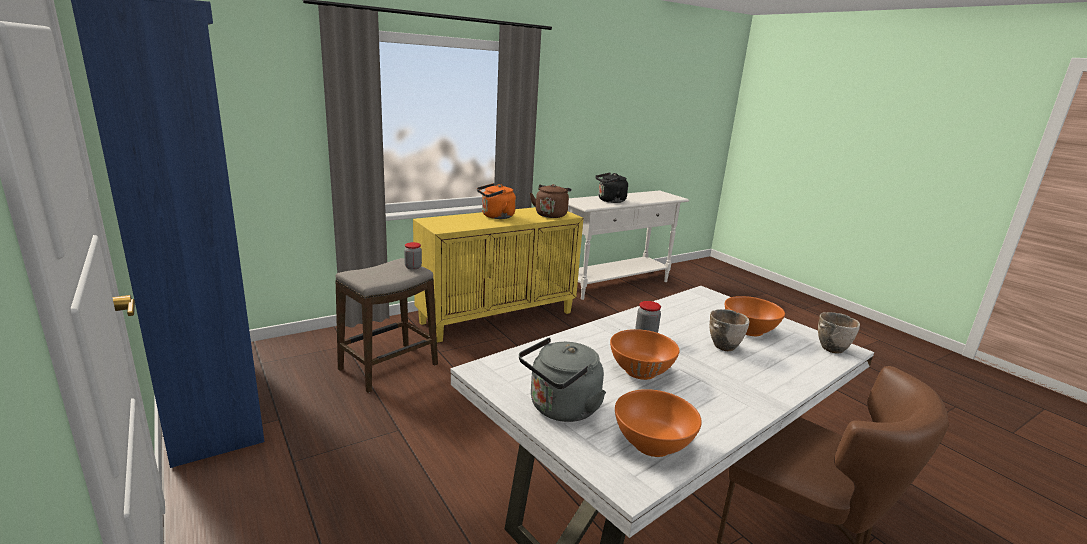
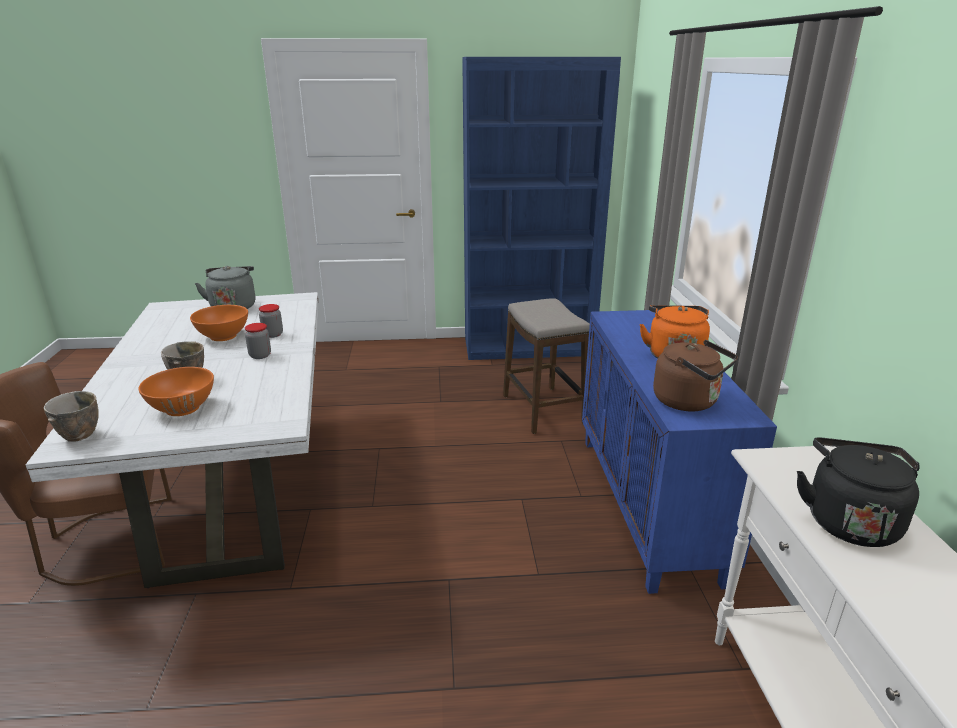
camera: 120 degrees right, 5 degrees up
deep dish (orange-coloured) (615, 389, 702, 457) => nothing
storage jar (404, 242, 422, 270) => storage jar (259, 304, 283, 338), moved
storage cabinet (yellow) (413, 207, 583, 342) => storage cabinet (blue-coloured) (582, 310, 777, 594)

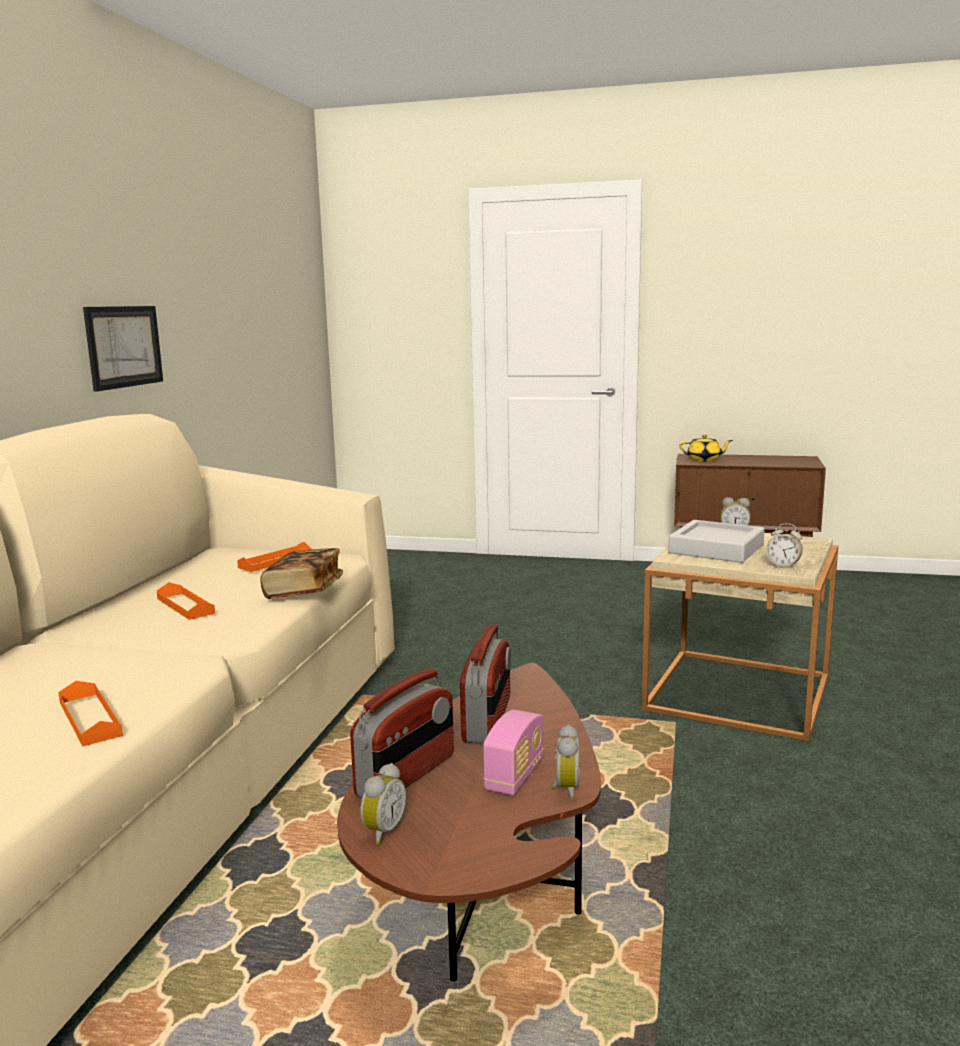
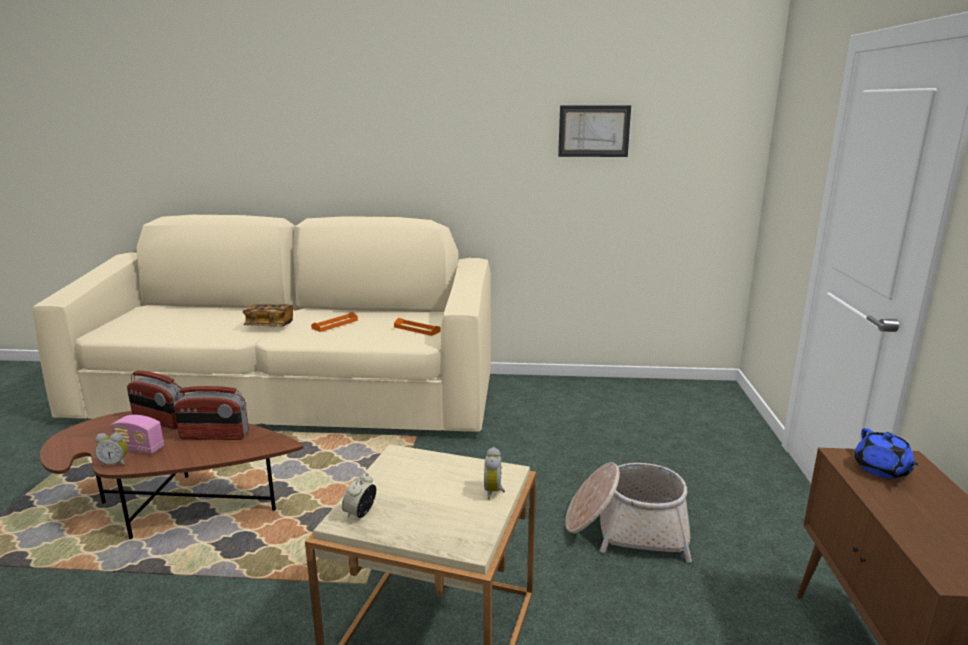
camera: 80 degrees right, 5 degrees up
carrying tray (orange-coloured) (58, 681, 123, 747) => nothing
table clock (360, 763, 406, 845) => nothing
carrying tray (grey) (668, 520, 765, 563) => nothing
nothing => household basket (565, 462, 692, 563)
picture (83, 306, 163, 392) => picture (558, 105, 631, 157), moved
bound book (260, 548, 343, 599) => bound book (243, 305, 293, 327), moved
tea pot (yellow) (680, 435, 733, 461) => tea pot (blue-coloured) (854, 428, 918, 479)

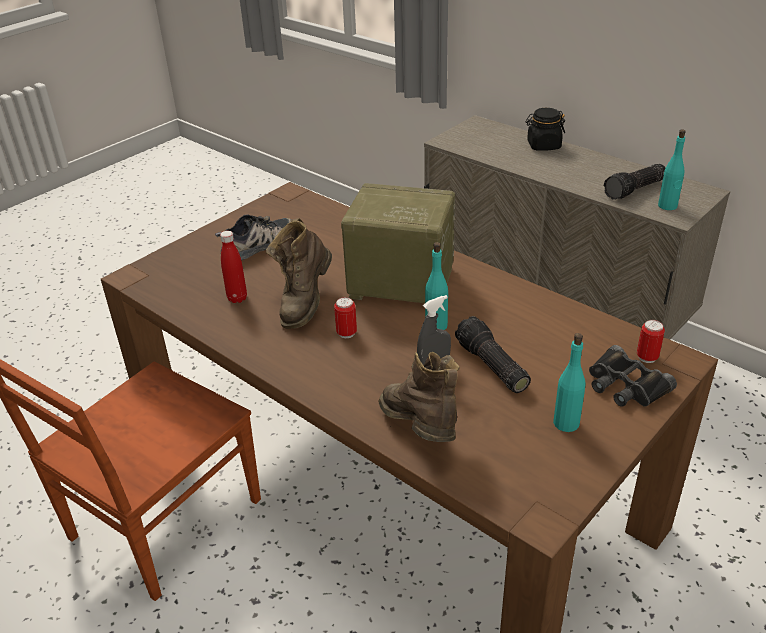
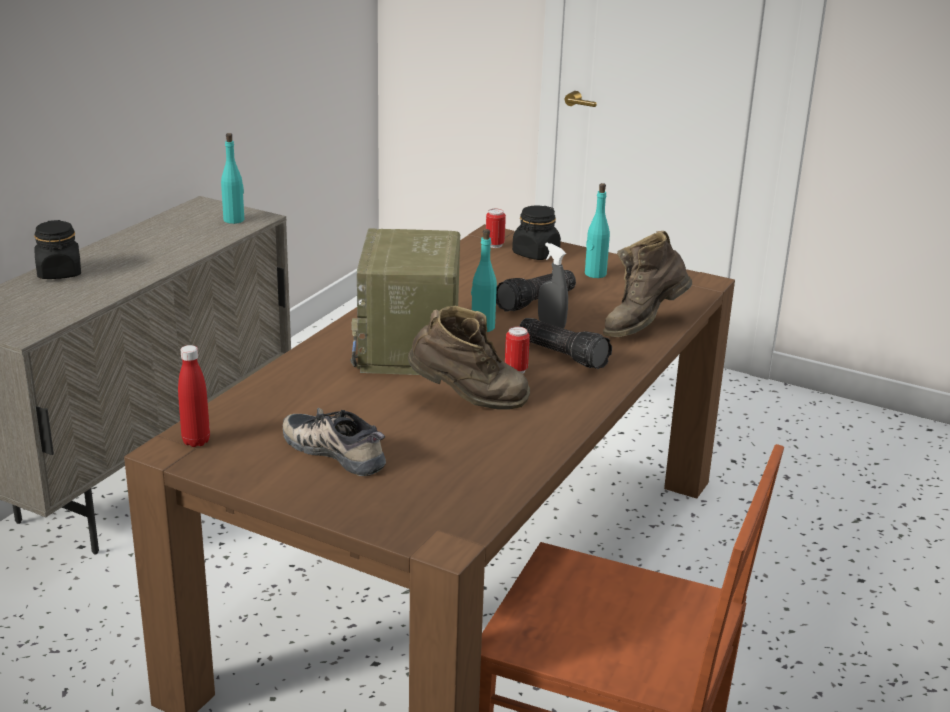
camera: 105 degrees left, 10 degrees down
drink bottle (red-coloured) (220, 231, 247, 303) => drink bottle (red-coloured) (178, 345, 210, 447), moved
torch (604, 164, 665, 200) => torch (519, 318, 612, 369), moved
field glasses (blackish) (589, 345, 677, 407) => storage jar (blackish) (512, 205, 561, 260)

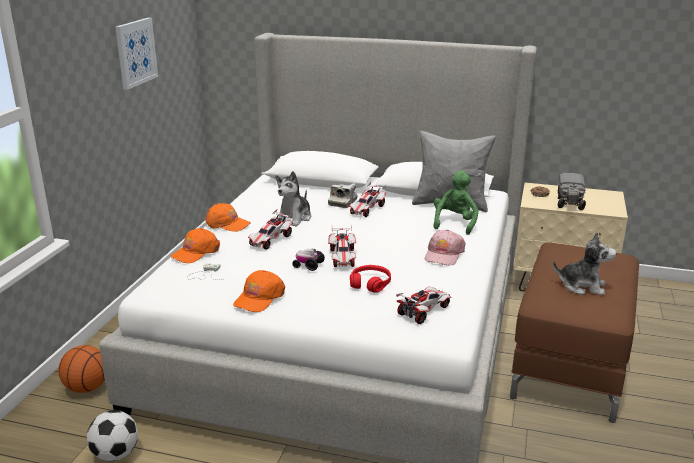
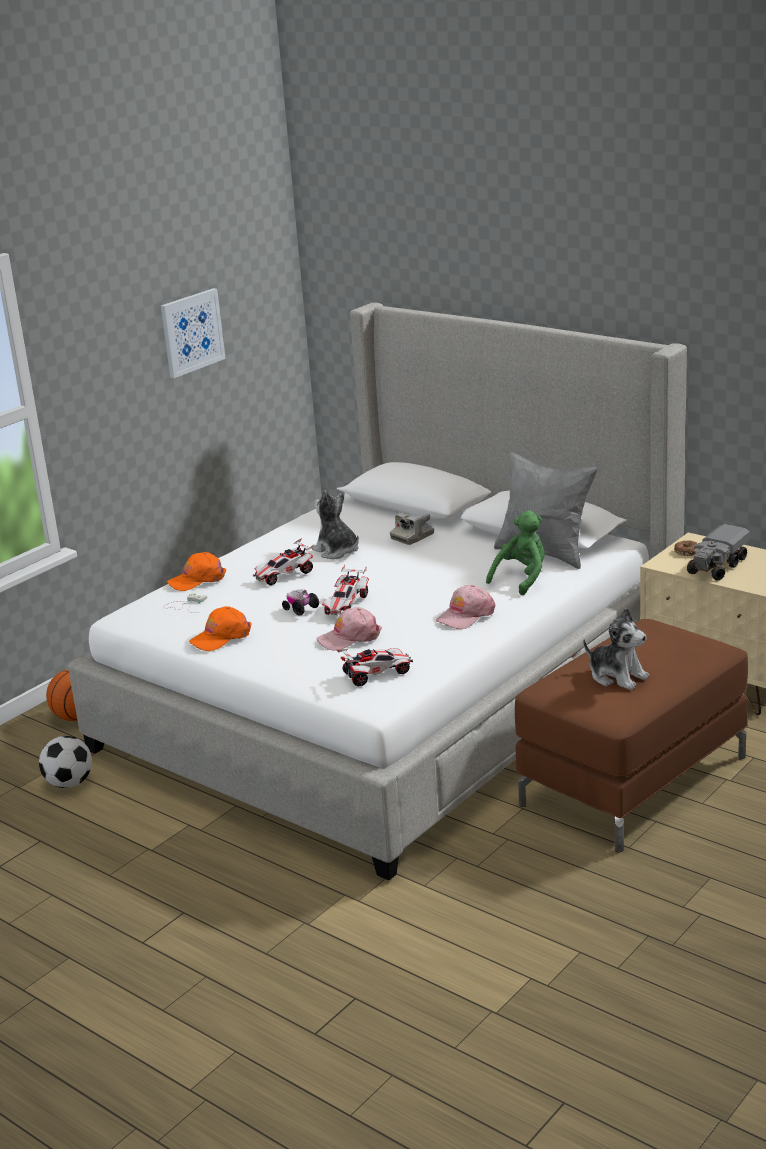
camera: 25 degrees right, 0 degrees up
peaked cap (orange-coloured) (204, 203, 251, 232) => nothing
model car (349, 182, 386, 217) => nothing
headset (red-coloured) (350, 265, 391, 293) => peaked cap (pink) (316, 607, 382, 651)
plush toy (276, 171, 311, 226) => plush toy (312, 490, 359, 559), 90 degrees clockwise

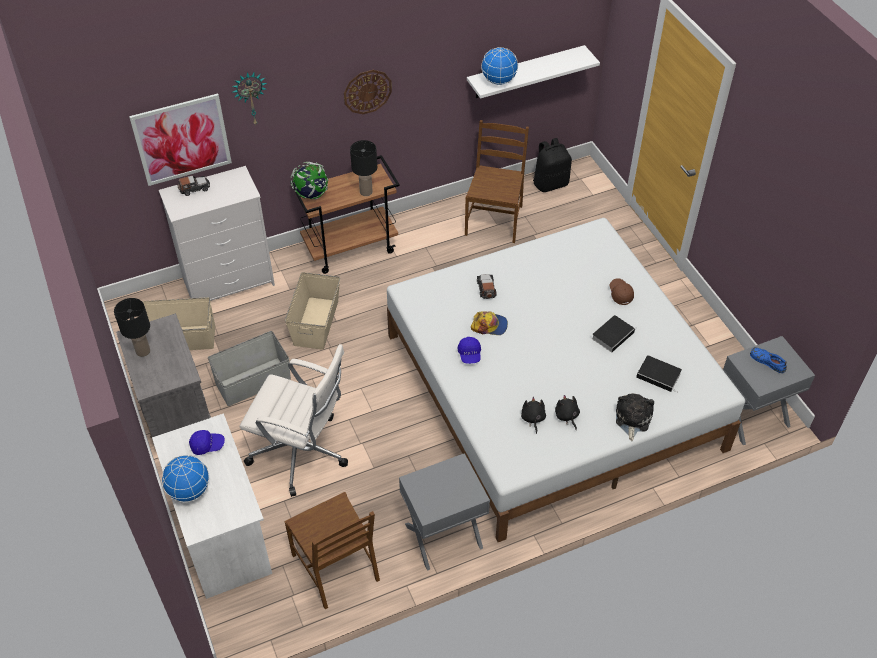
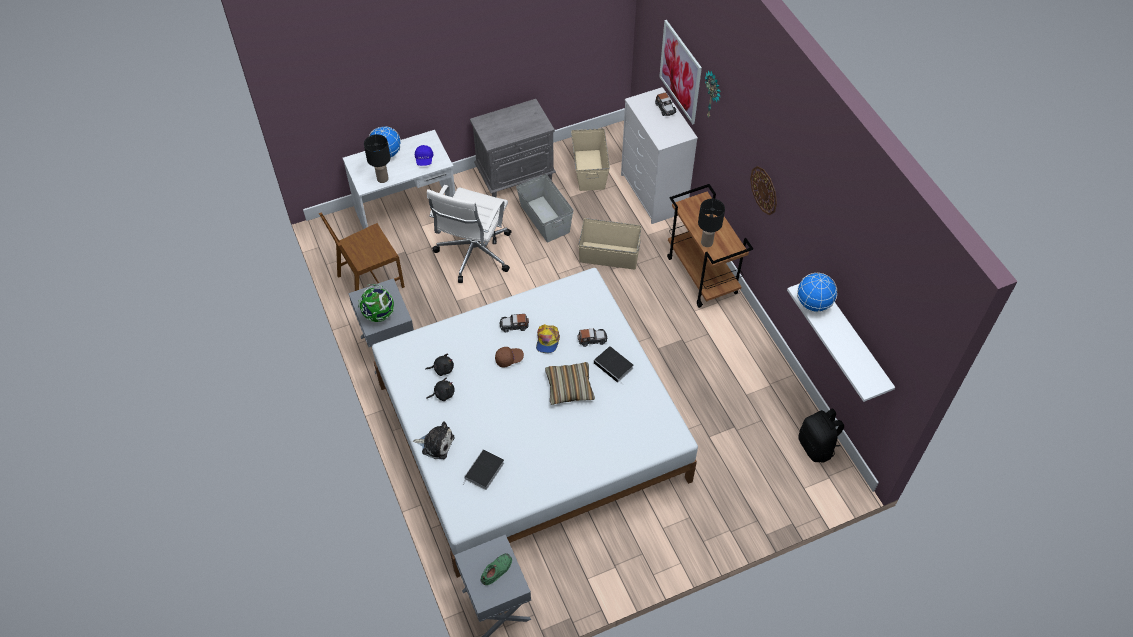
camera: 90 degrees right, 5 degrees up
chair (brown) (465, 120, 529, 243) => nothing
nothing => throw pillow (545, 362, 595, 405)
tabletop lamp (blackish) (114, 298, 150, 357) => tabletop lamp (blackish) (364, 134, 391, 183), moved
globe (291, 162, 329, 200) => globe (358, 284, 394, 322), moved
bound book (592, 315, 637, 353) => bound book (594, 346, 634, 386), moved
peaked cap (brown) (610, 278, 634, 305) => peaked cap (brown) (495, 347, 524, 367), moved
peaked cap (blue-coloured) (457, 337, 481, 364) => model car (500, 314, 529, 332)
item of footwear (blue-coloured) (750, 347, 787, 373) => item of footwear (green) (480, 553, 512, 585)

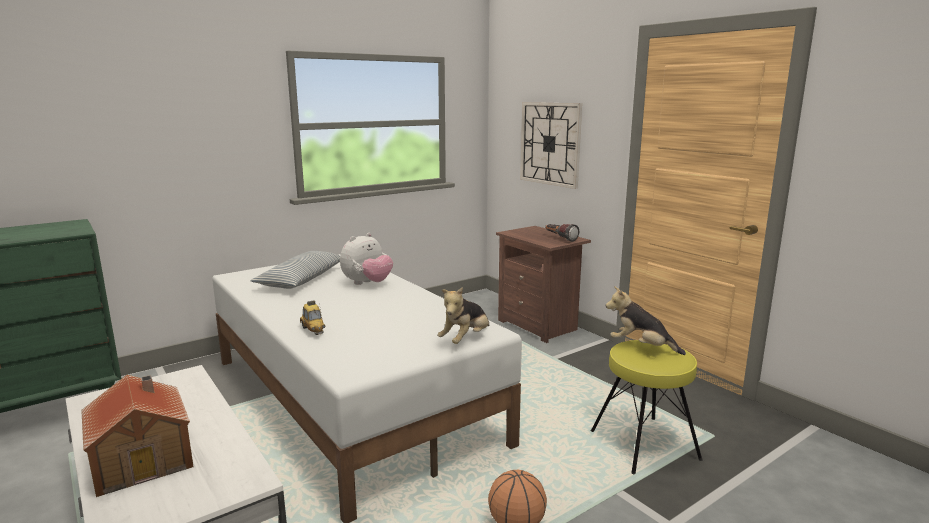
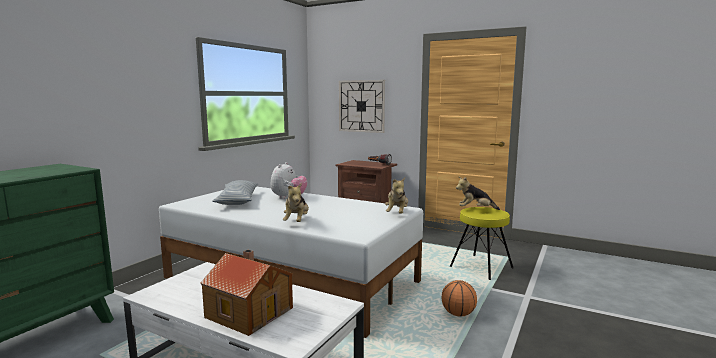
camera: 25 degrees left, 5 degrees down
model car (300, 301, 325, 335) => plush toy (283, 183, 309, 222)

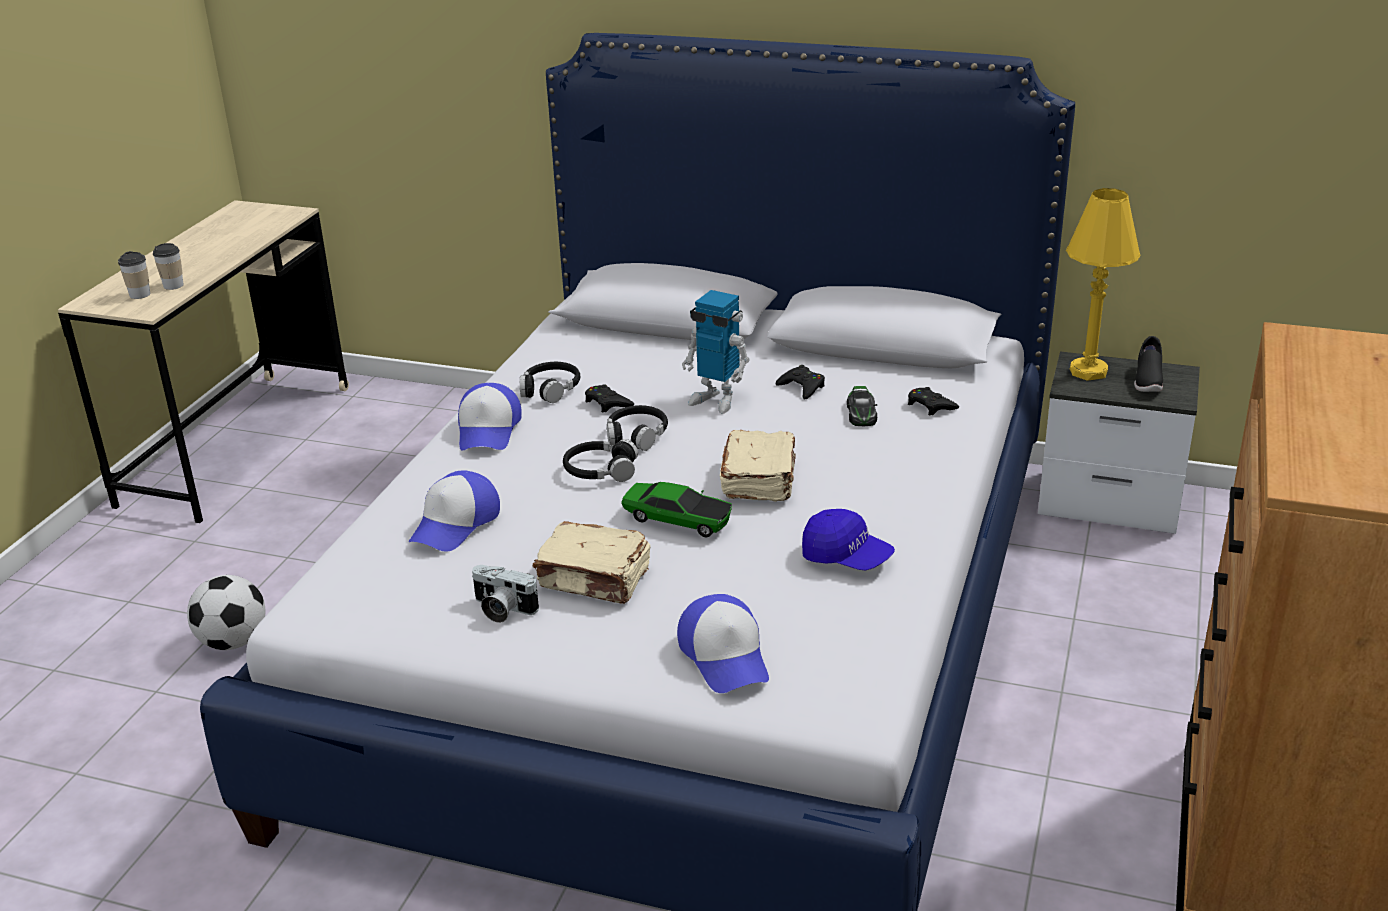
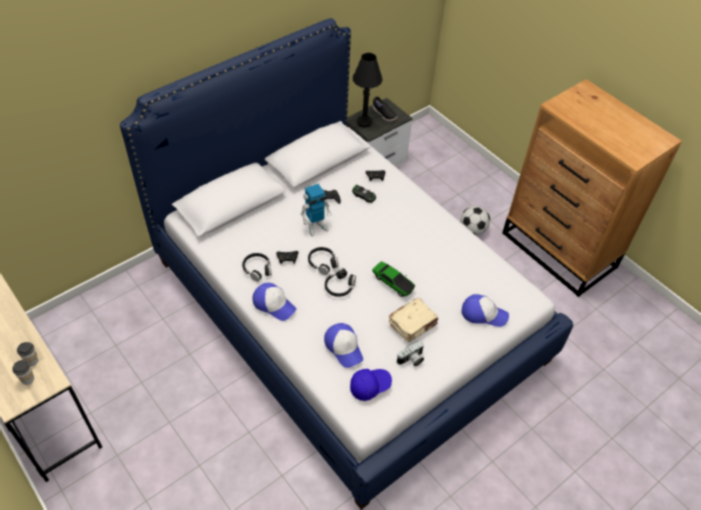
camera: 60 degrees left, 20 degrees up
bound book (sand-coloured) (720, 430, 796, 502) => nothing
ball for football (187, 575, 265, 650) => ball for football (461, 206, 490, 235), moved
peaked cap (blue-coloured) (802, 509, 895, 570) => peaked cap (blue-coloured) (350, 369, 392, 401), moved
tabletop lamp (yellow) (1066, 188, 1141, 381) => tabletop lamp (blackish) (353, 53, 383, 128)
model car (621, 482, 732, 537) => model car (372, 261, 415, 297), 75 degrees clockwise

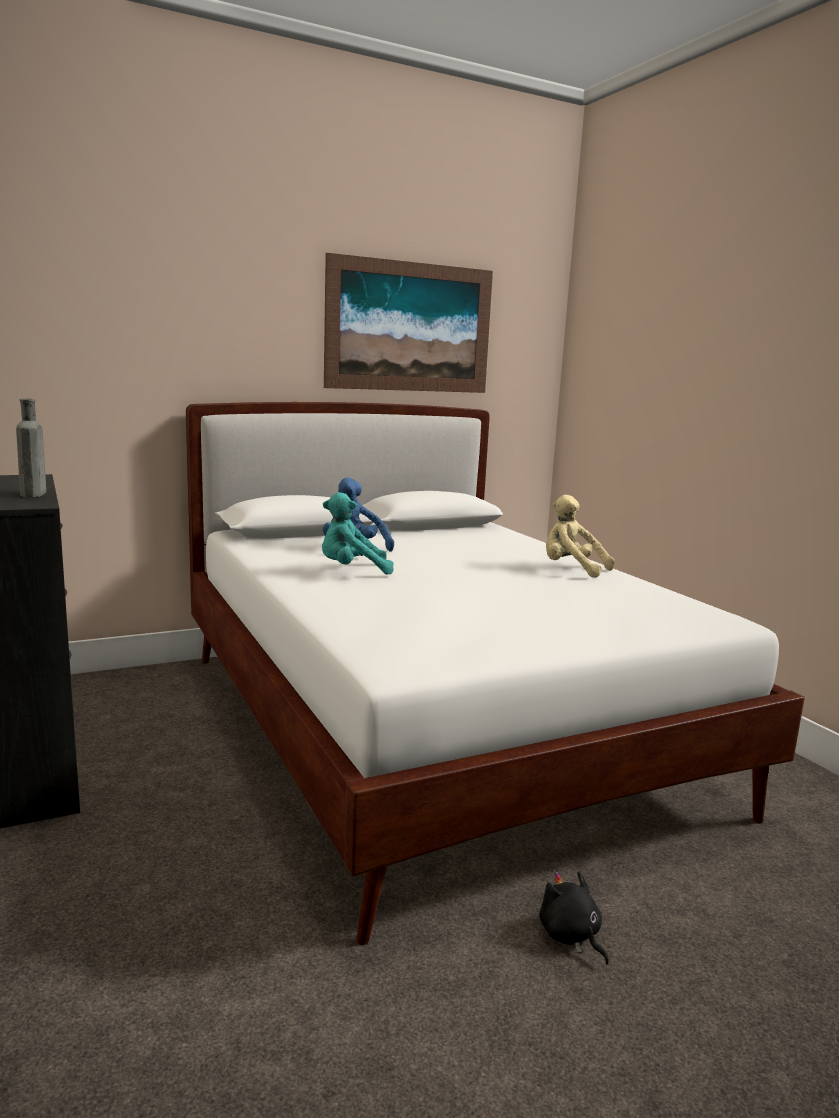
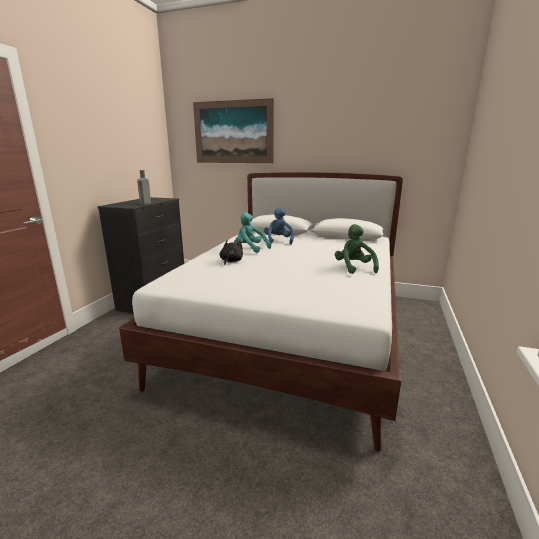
camera: 45 degrees right, 5 degrees up
picture (324, 253, 493, 393) => picture (193, 98, 274, 163), moved
plush toy (blackish) (539, 871, 609, 965) => plush toy (blackish) (219, 240, 243, 265), moved
plush toy (sand-coloured) (546, 495, 615, 577) => plush toy (green) (335, 224, 379, 274)

